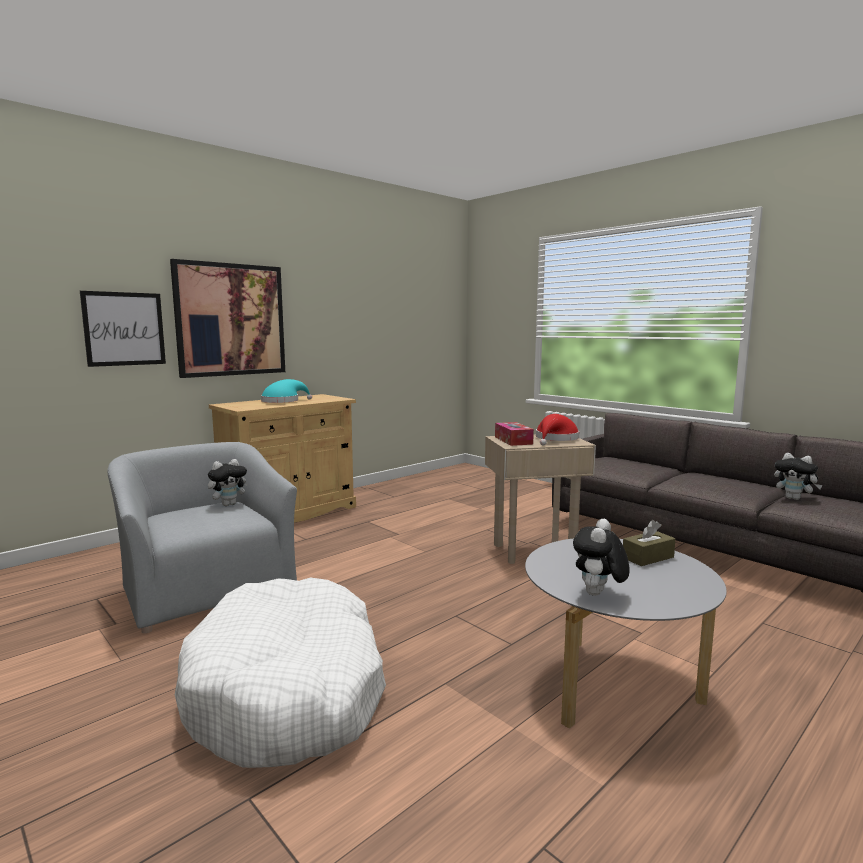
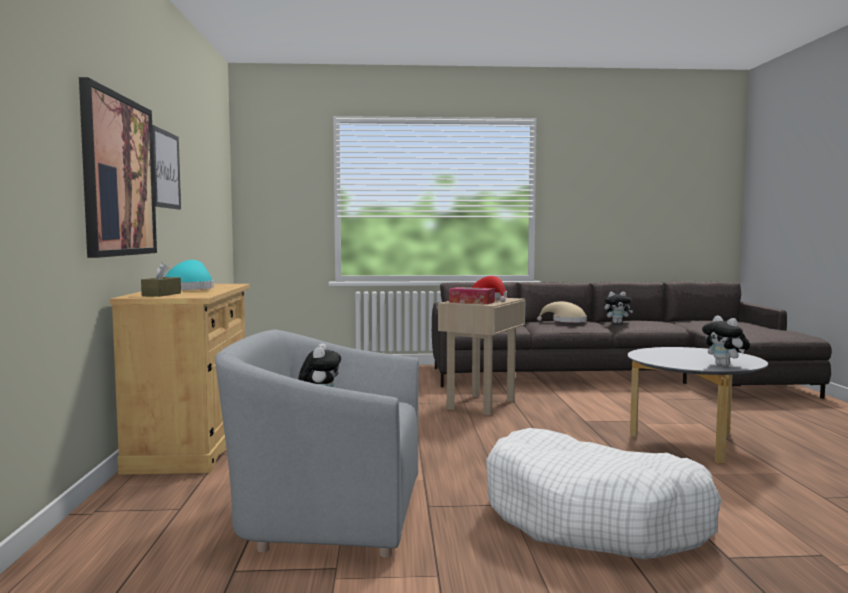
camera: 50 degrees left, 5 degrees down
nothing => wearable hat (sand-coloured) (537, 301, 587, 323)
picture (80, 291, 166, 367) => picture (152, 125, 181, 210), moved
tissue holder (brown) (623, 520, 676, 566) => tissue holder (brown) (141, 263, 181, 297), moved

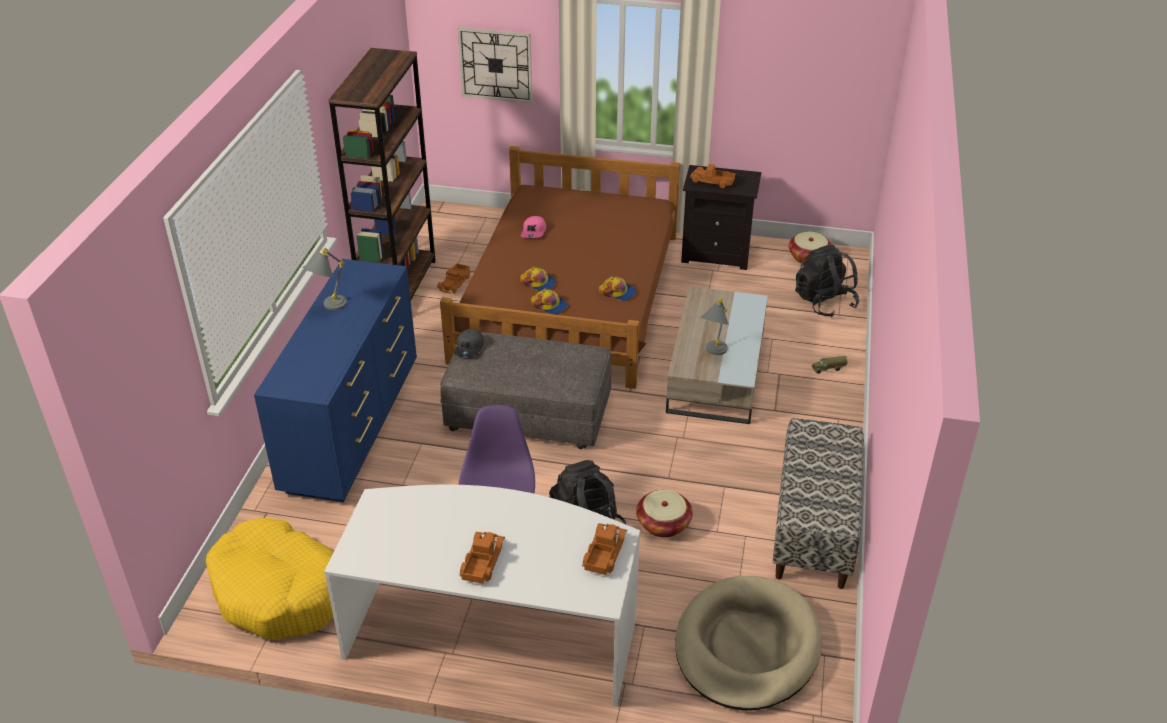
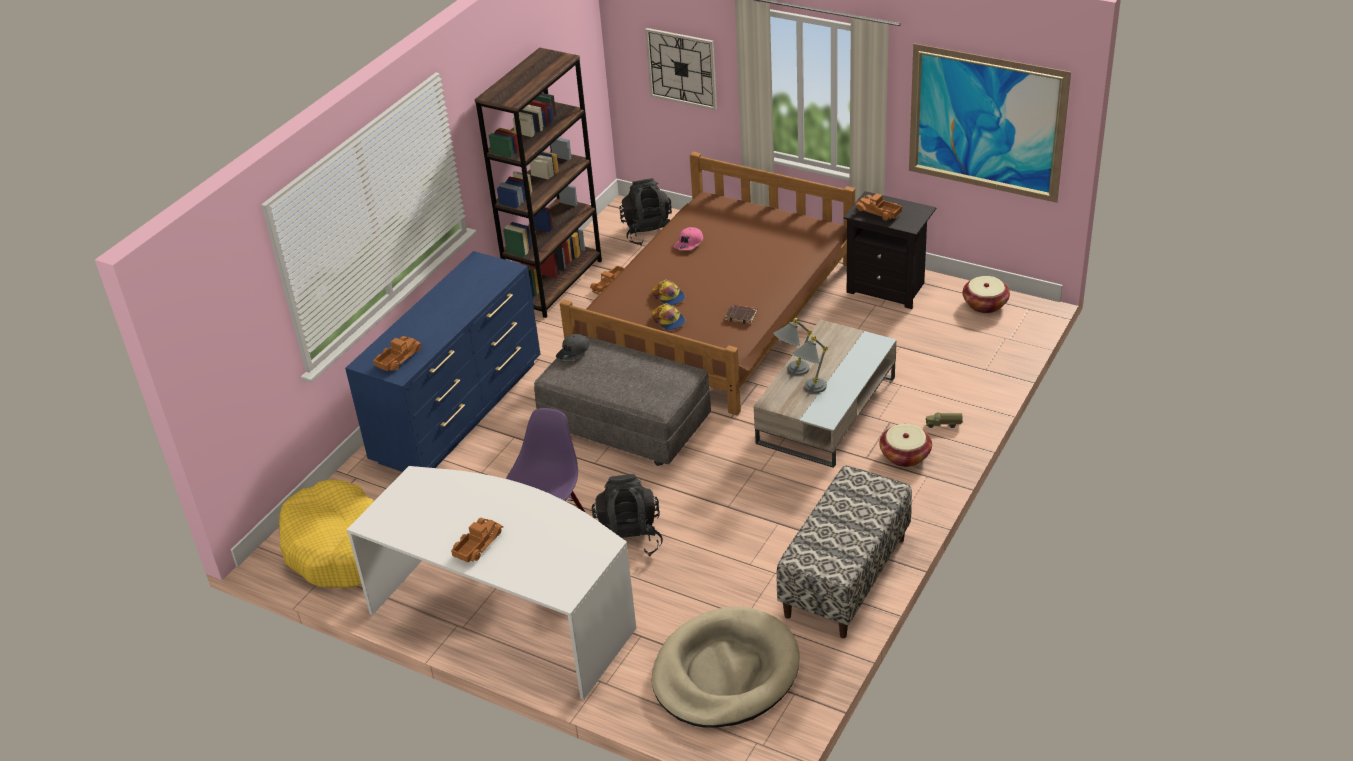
camera: 20 degrees right, 0 degrees up
nothing => picture (909, 43, 1071, 203)
tabletop lamp (grey) (303, 248, 347, 310) => tabletop lamp (grey) (773, 318, 812, 375), moved
toy lorry (582, 523, 627, 575) => toy lorry (373, 336, 422, 371), moved
household basket (636, 490, 693, 538) => household basket (879, 424, 932, 467), moved
rucksack (blackish) (795, 245, 859, 317) => rucksack (blackish) (619, 178, 672, 246), moved
peaked cap (599, 276, 636, 301) => bound book (brown) (725, 304, 757, 324)

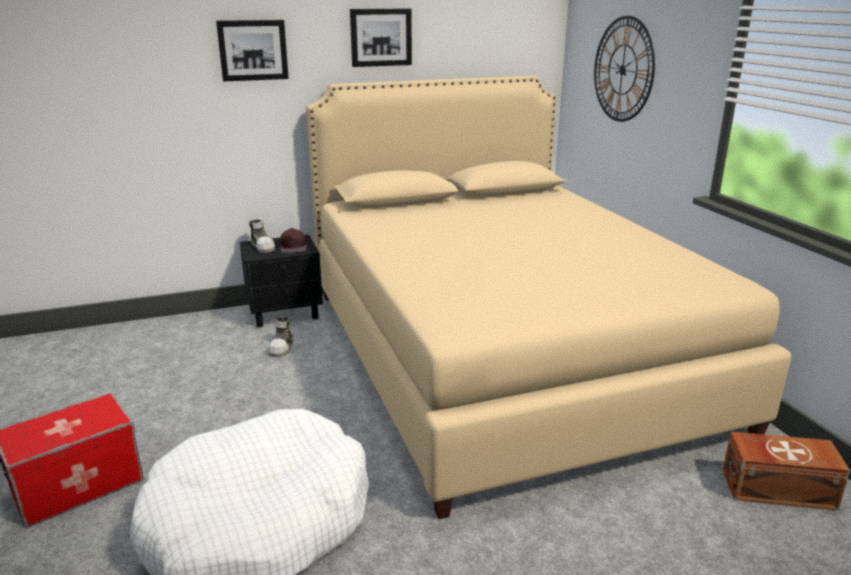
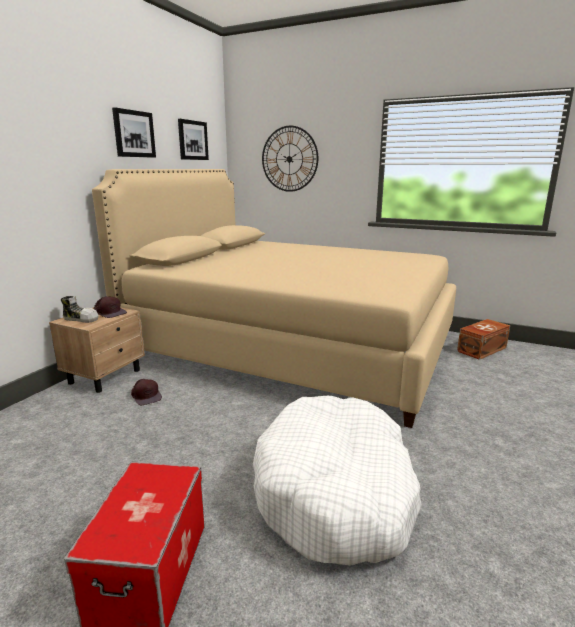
camera: 45 degrees left, 5 degrees down
picture (216, 20, 289, 81) => picture (178, 119, 209, 160), moved
item of footwear (268, 317, 294, 357) => peaked cap (brown) (131, 379, 162, 405)
bedside table (blackish) (240, 235, 323, 327) => bedside table (sand-coloured) (49, 307, 145, 393)

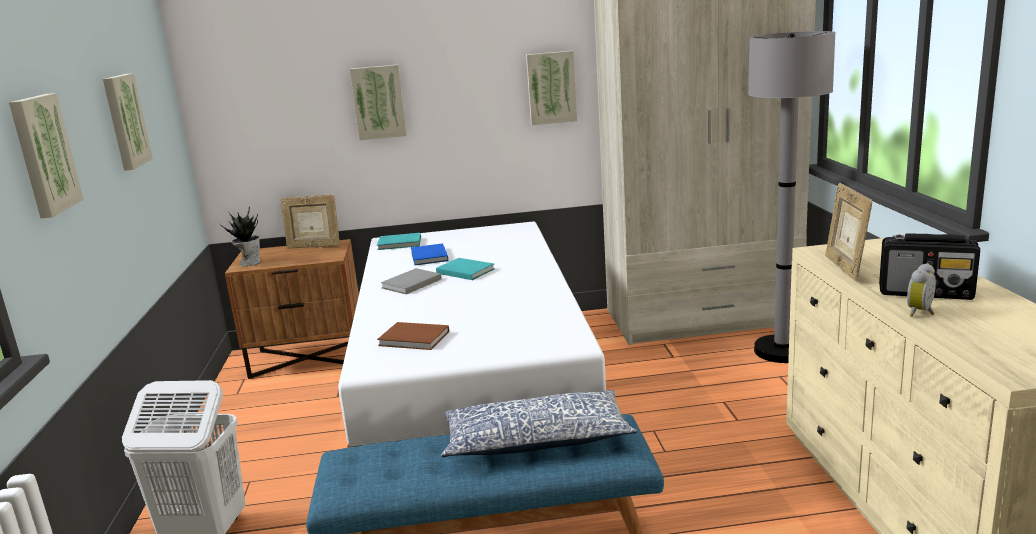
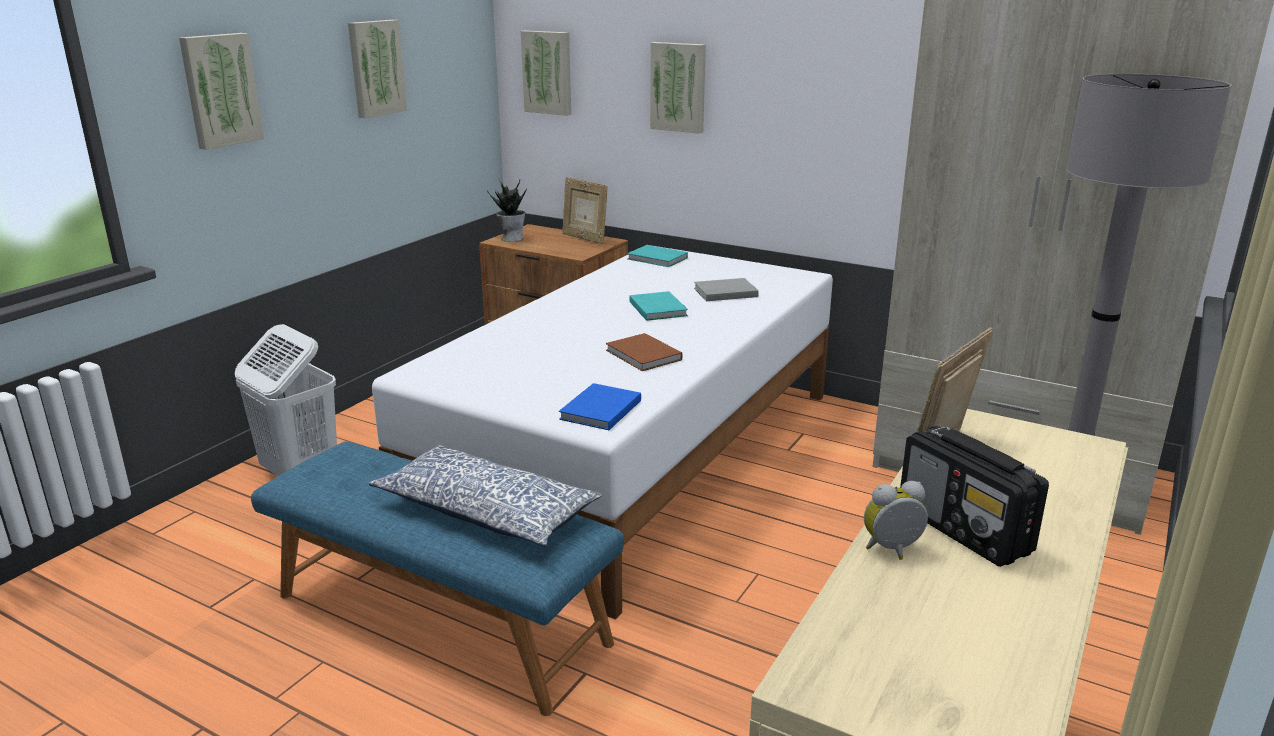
camera: 35 degrees right, 5 degrees up
bound book (brown) (377, 322, 449, 350) => bound book (brown) (606, 333, 682, 371), moved
bound book (grey) (381, 268, 441, 294) => bound book (grey) (694, 278, 759, 301), moved
bound book (blue-coloured) (411, 243, 448, 265) => bound book (blue-coloured) (559, 383, 641, 430), moved
picture (526, 51, 577, 125) => picture (521, 30, 571, 116), moved

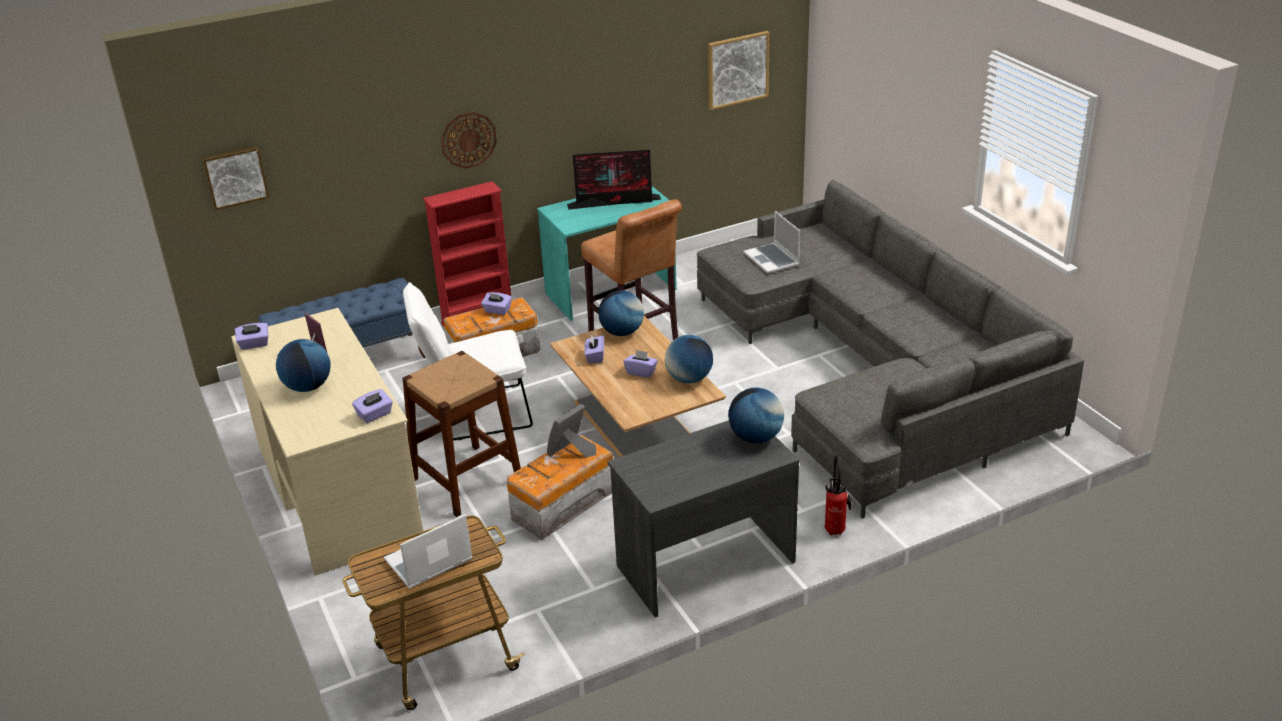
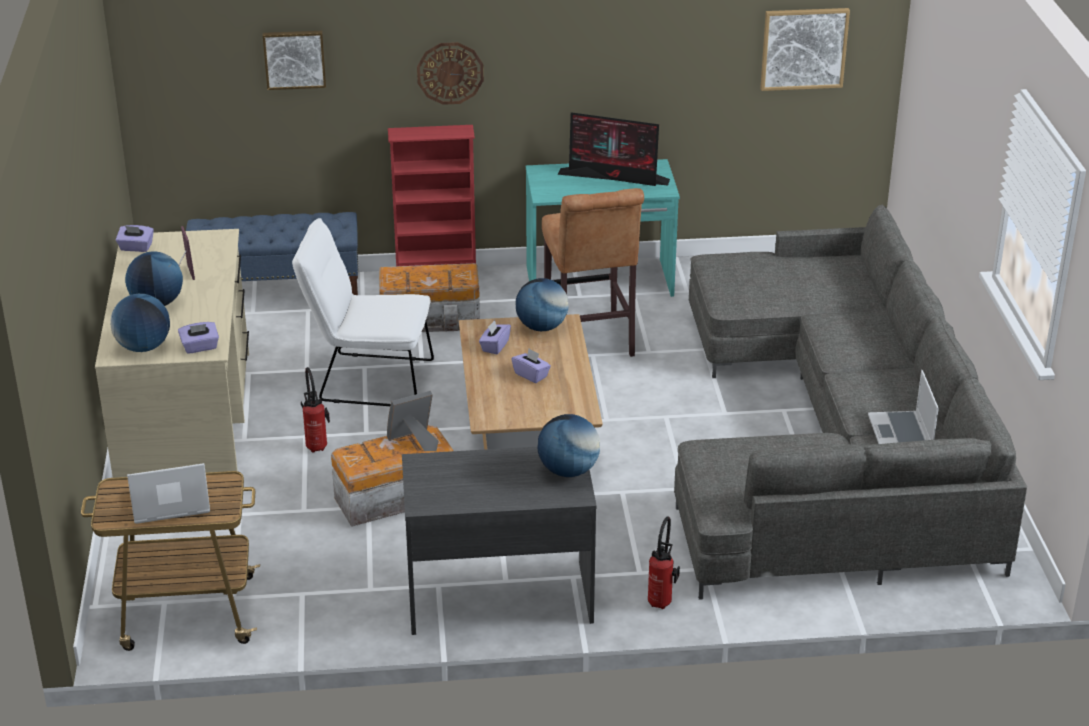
camera: 20 degrees right, 0 degrees up
tissue holder (purple) (481, 292, 512, 315) => nothing
picture (202, 146, 269, 210) => picture (263, 31, 326, 90), moved
globe (665, 335, 713, 383) => globe (110, 294, 170, 352), moved
laptop (743, 211, 801, 274) => laptop (868, 370, 939, 444), moved
stool seat (brown) (402, 351, 521, 517) => fire extinguisher (301, 367, 330, 453)

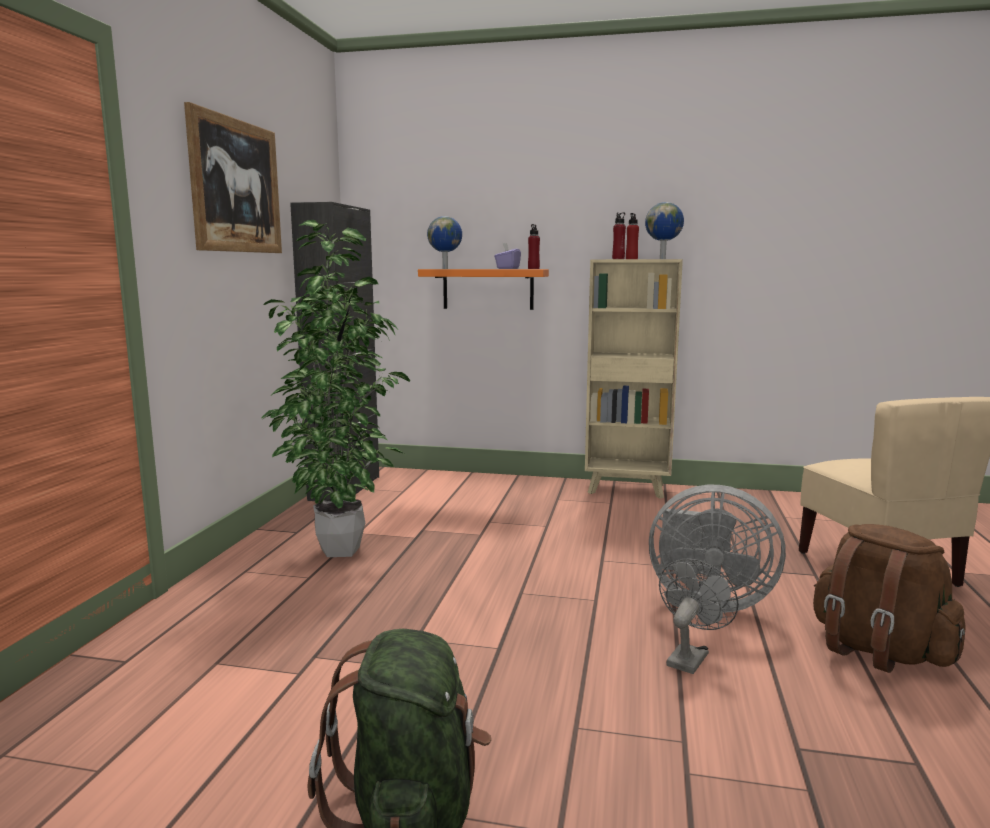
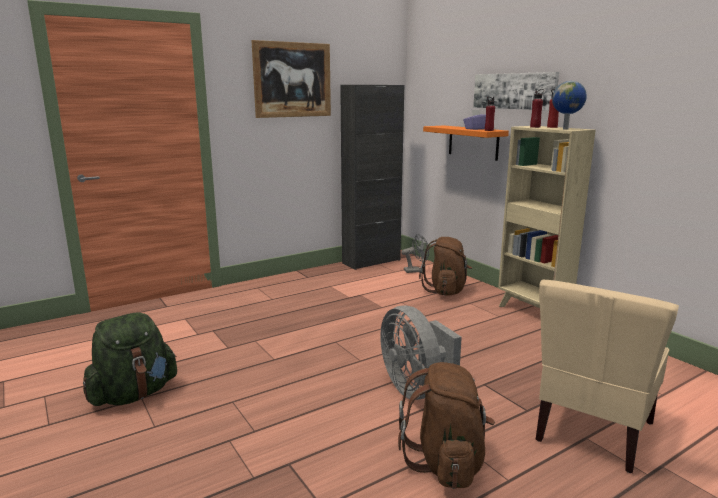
camera: 45 degrees right, 5 degrees up
houseplant (261, 220, 410, 557) => nothing
globe (427, 216, 462, 269) => nothing
nothing => rucksack (brown) (419, 237, 472, 296)
nothing => picture (473, 72, 559, 110)
electric fan (grey) (659, 559, 739, 674) => electric fan (grey) (401, 234, 429, 273), moved

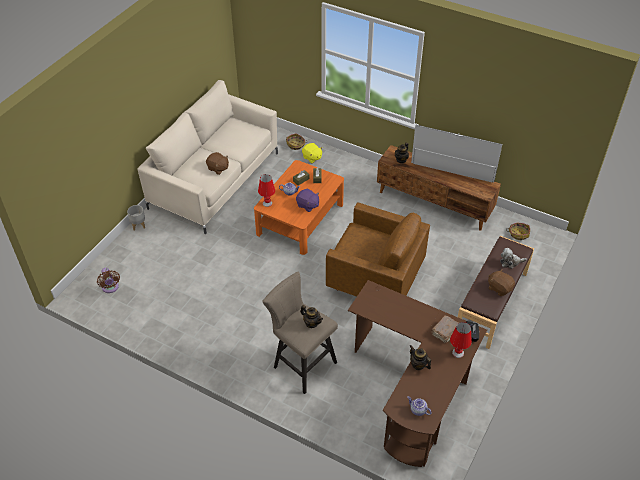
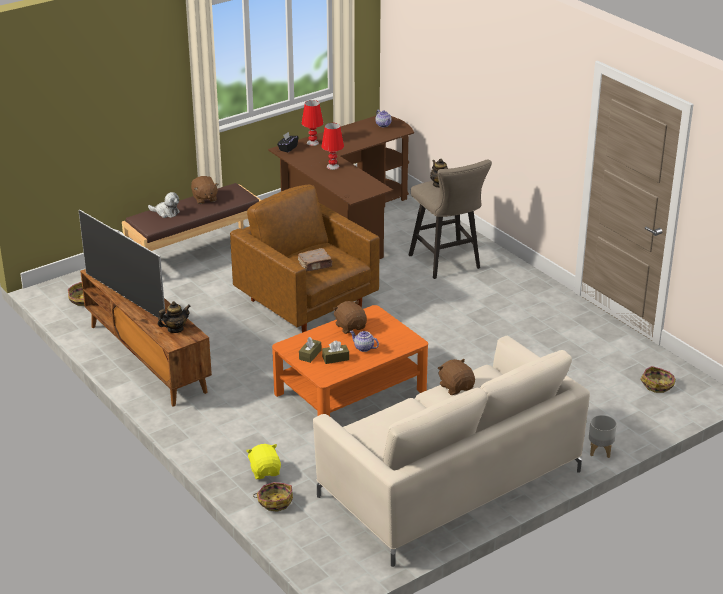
camera: 155 degrees left, 15 degrees down
tea pot (410, 345, 431, 370) => nothing
tabletop lamp (red-coloured) (258, 174, 275, 207) => tabletop lamp (red-coloured) (322, 123, 344, 170), moved
bound book (brown) (431, 315, 458, 343) => bound book (brown) (298, 248, 333, 271), moved
electric fan (brown) (97, 268, 120, 293) => household basket (640, 366, 676, 393)
plush toy (purple) (296, 189, 319, 212) => plush toy (brown) (333, 301, 367, 334)

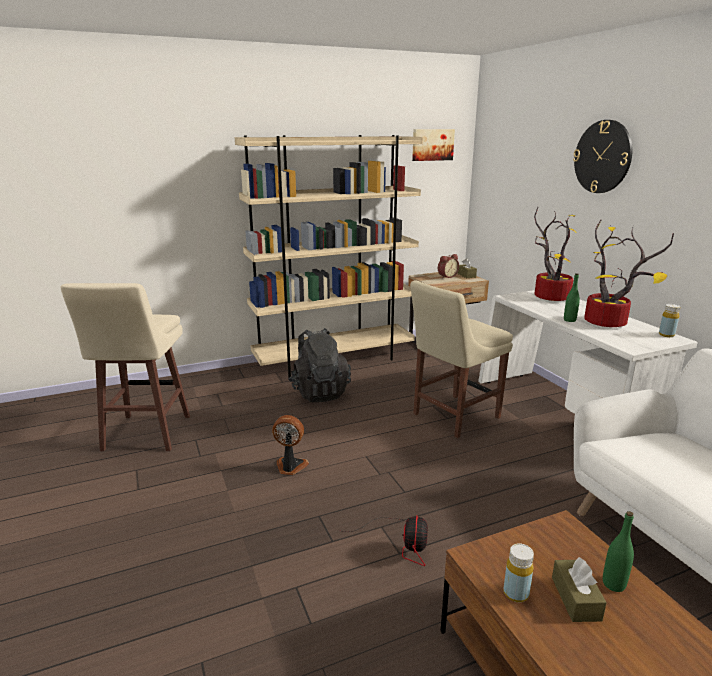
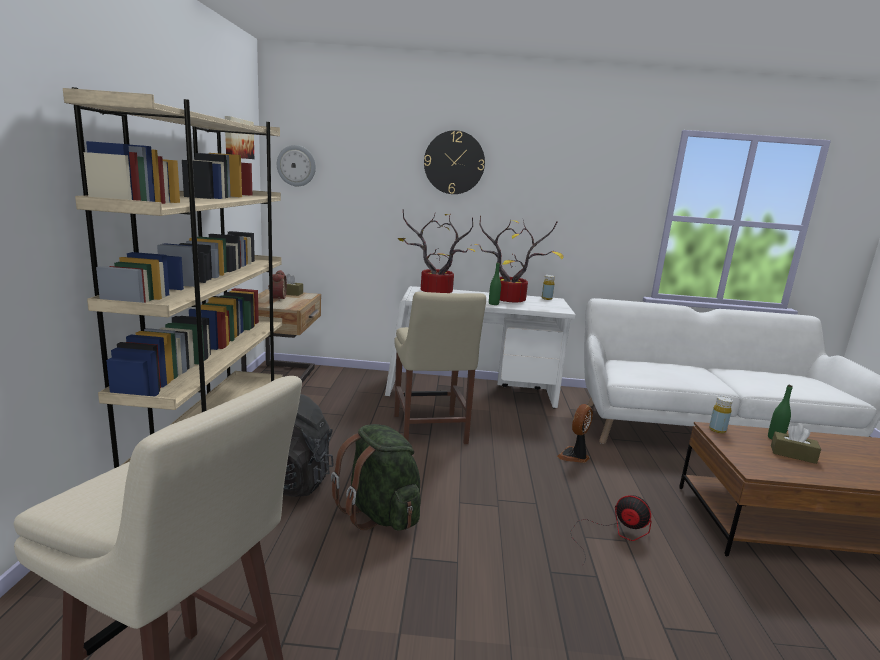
camera: 65 degrees left, 5 degrees down
nothing => wall clock (277, 145, 316, 186)
nothing => rucksack (green) (331, 424, 421, 531)
electric fan (272, 415, 309, 475) => electric fan (557, 404, 593, 463), moved
drink bottle (yellow) (503, 543, 534, 602) => drink bottle (yellow) (709, 396, 733, 433), moved

